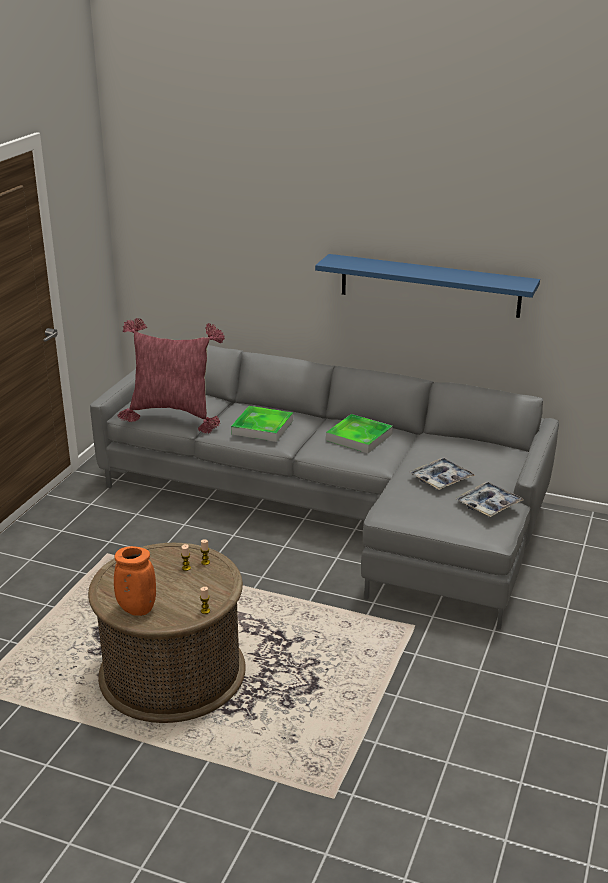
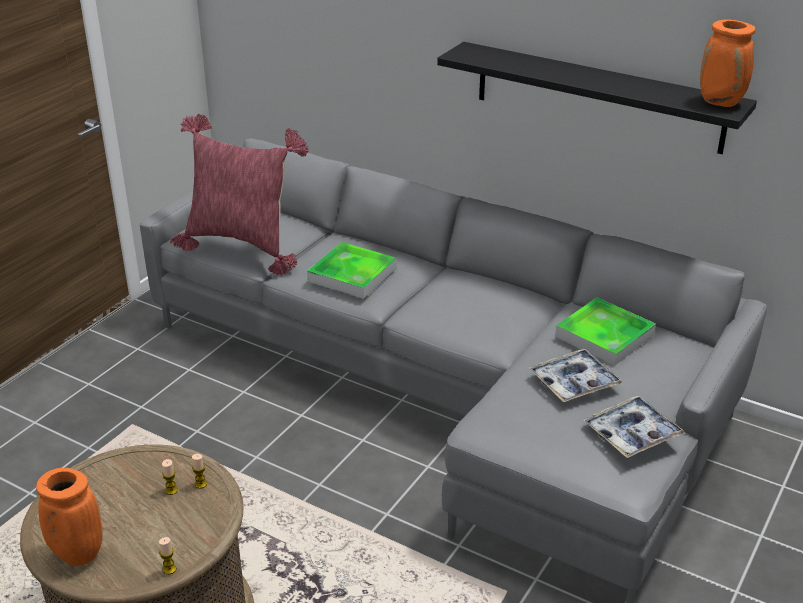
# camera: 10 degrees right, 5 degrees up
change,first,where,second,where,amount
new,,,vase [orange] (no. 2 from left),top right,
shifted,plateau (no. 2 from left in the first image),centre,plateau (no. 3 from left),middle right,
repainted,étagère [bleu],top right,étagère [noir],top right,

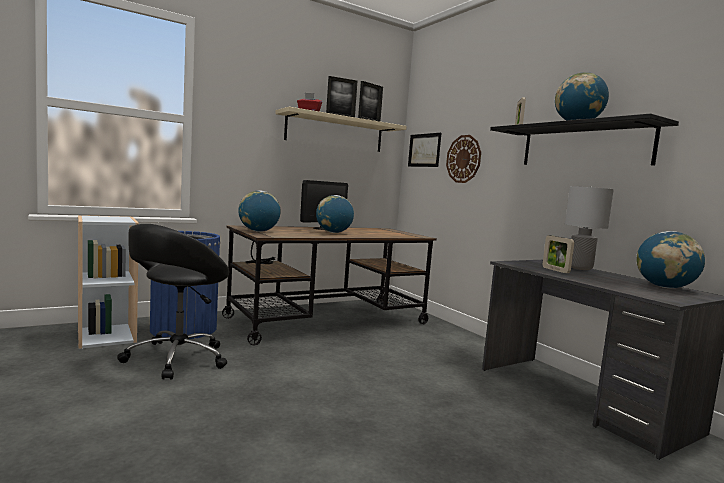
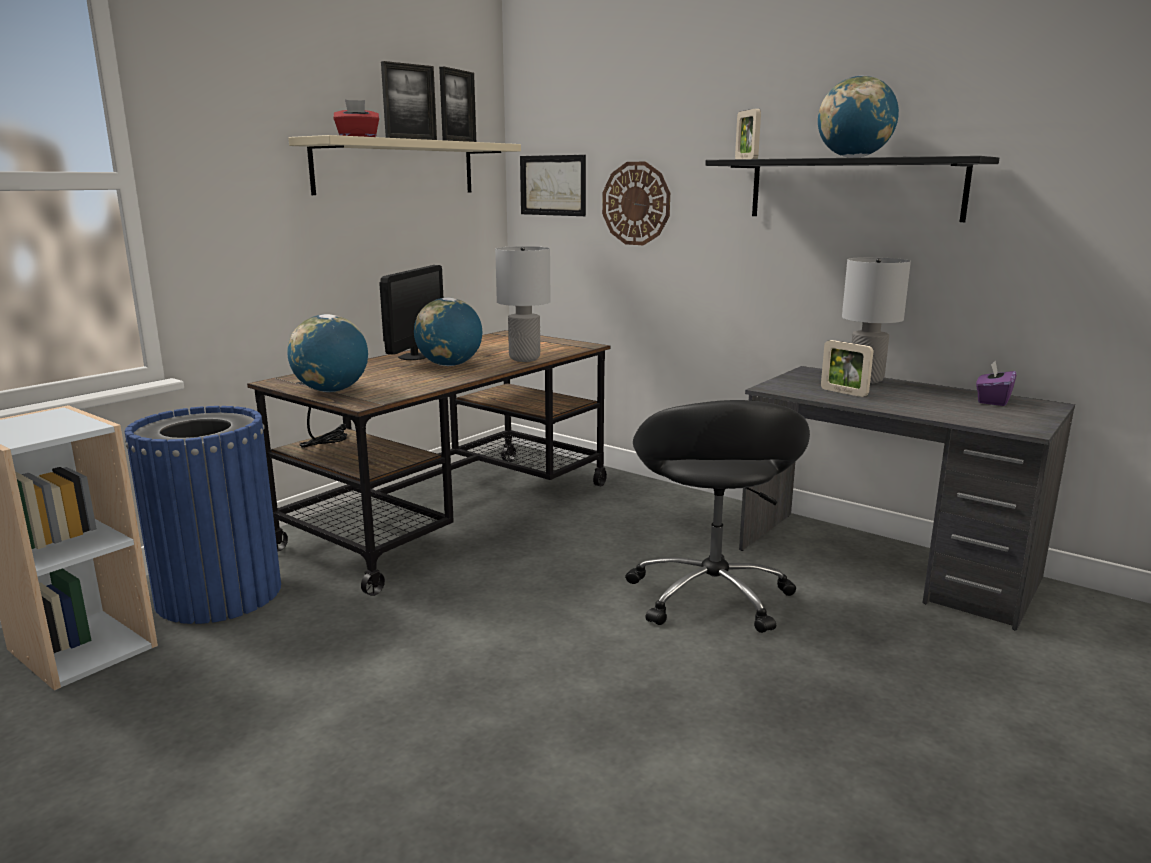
# camera: 20 degrees left, 10 degrees up
change,first,where,second,where,amount
new,,,lampe de table [gris] (no. 1 from left),centre,
shifted,chaise de bureau [noir],middle left,,centre,
swapped,globe (no. 4 from left),middle right,boîte à mouchoirs [violet],middle right,

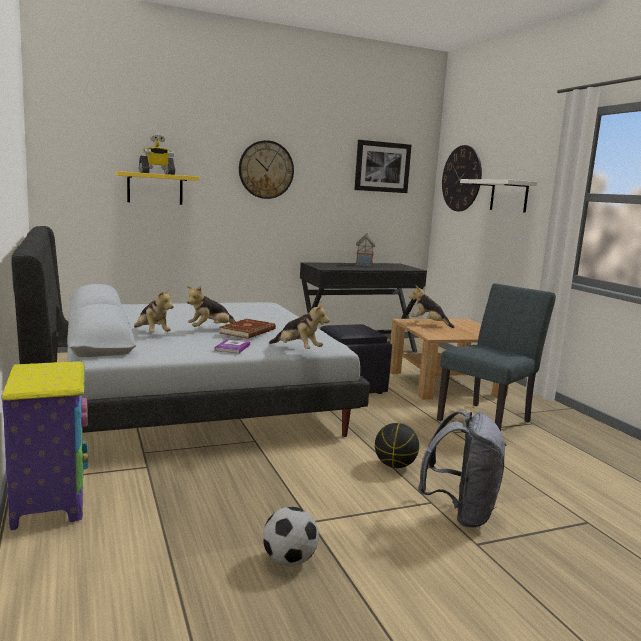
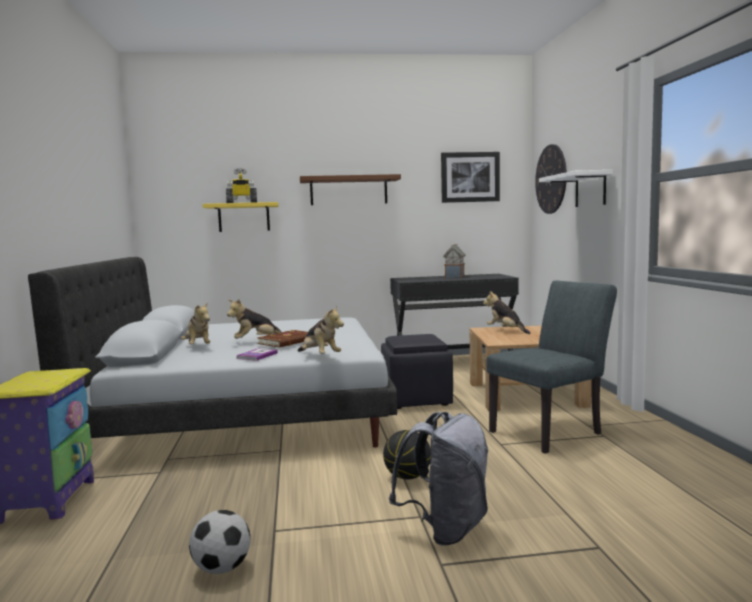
# camera: 15 degrees right, 5 degrees down
change,first,where,second,where,amount
swapped,horloge murale (no. 1 from left),top centre,étagère [marron],top centre,

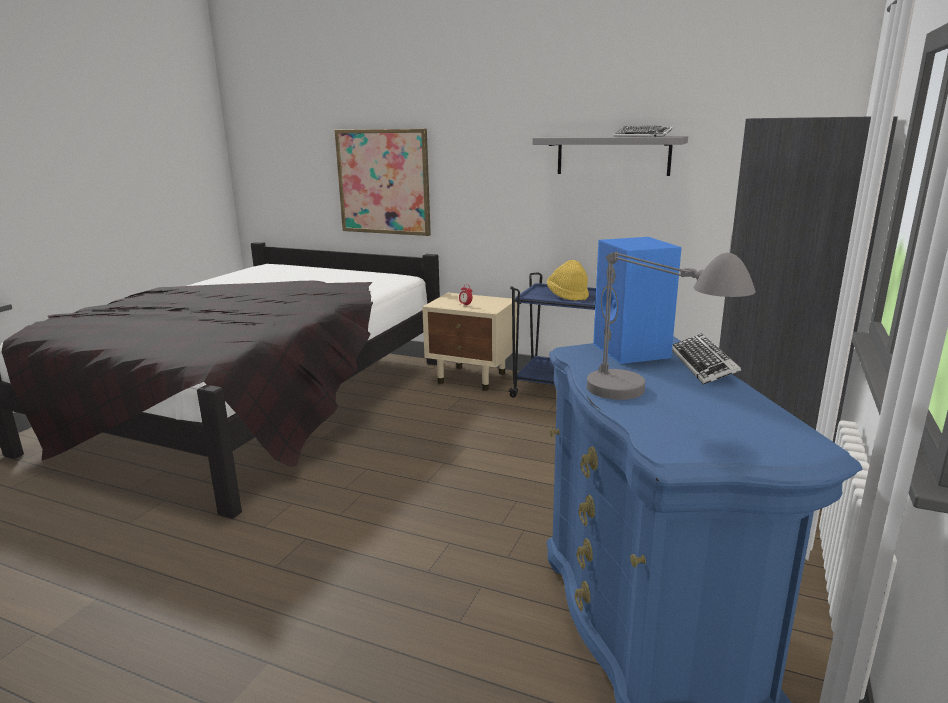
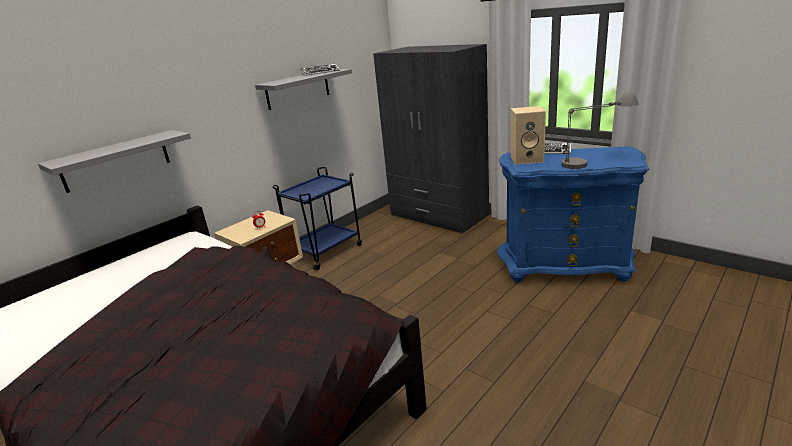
# camera: 70 degrees left, 5 degrees up
change,first,where,second,where,amount
gone,chapeau [jaune],centre,,,
swapped,tableau,top centre,étagère [gris] (no. 1 from left),middle left,
repainted,enceinte [bleu],middle right,enceinte [beige],top right,

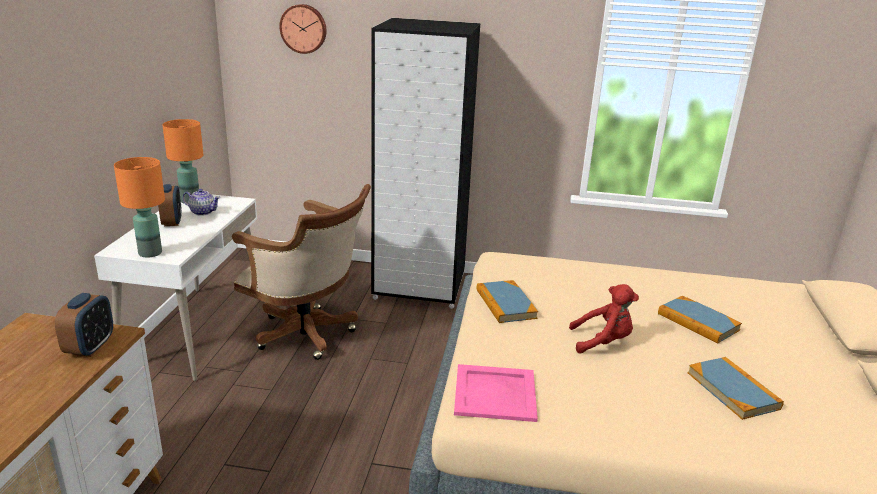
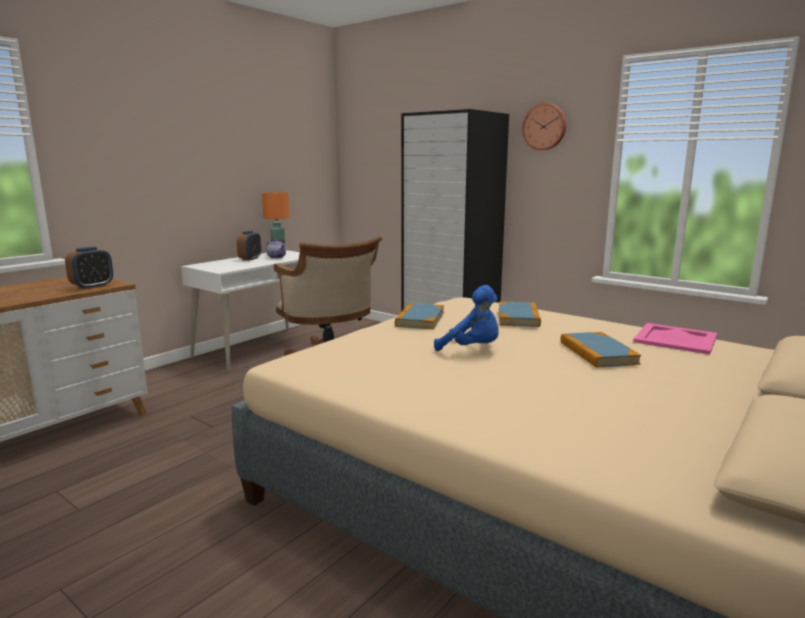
# camera: 30 degrees right, 10 degrees down
change,first,where,second,where,amount
gone,lampe de table [orange] (no. 1 from left),middle left,,,
shifted,horloge murale,top centre,,top right,
shifted,plateau [rose],bottom centre,,middle right,
shifted,livre (no. 3 from left in the first image),bottom right,livre (no. 2 from left),centre,
repainted,peluche [rouge],middle right,peluche [bleu],centre,

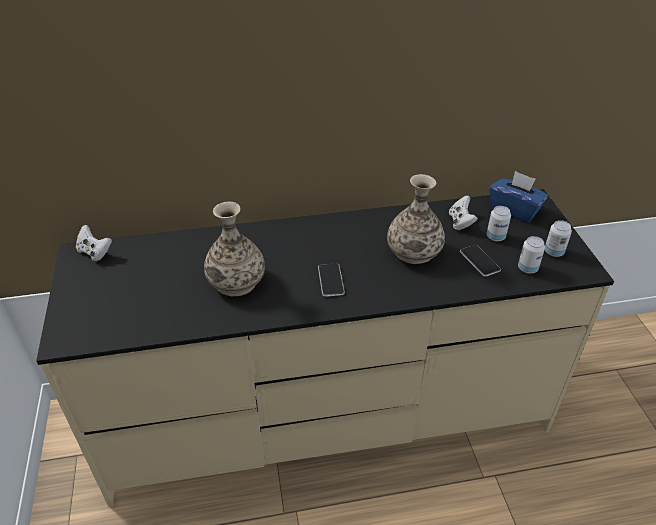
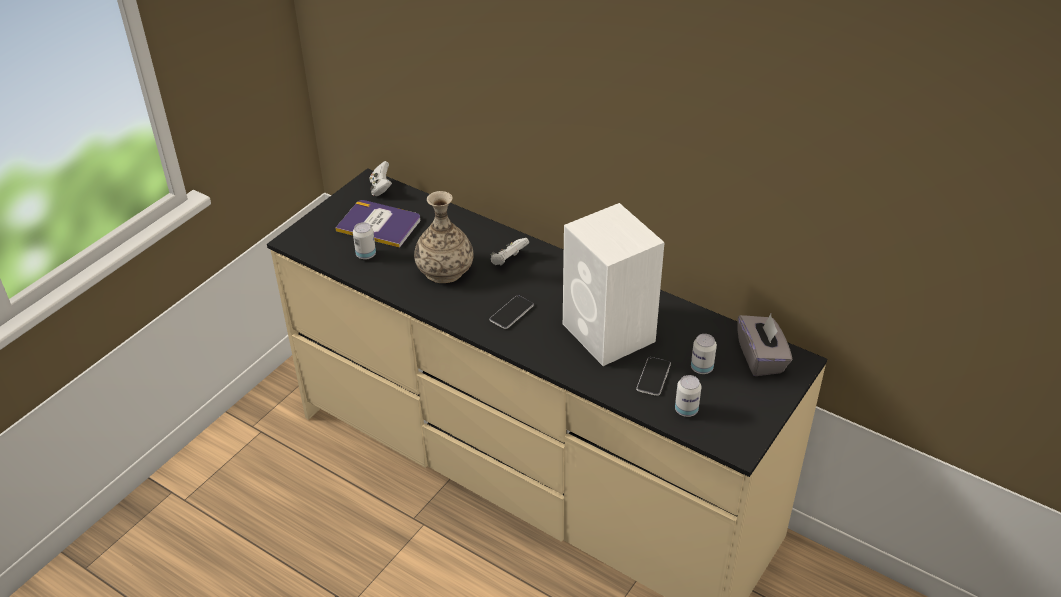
# camera: 45 degrees right, 0 degrees up
change,first,where,second,where,amount
new,,,livre,centre,
shifted,manette [blanc] (no. 2 from left),middle right,,centre,
shifted,boîte métallique (no. 3 from left in the first image),middle right,boîte métallique (no. 1 from left),centre,
swapped,vase (no. 2 from left),centre,enceinte [blanc],centre,
repainted,boîte à mouchoirs [bleu],middle right,boîte à mouchoirs [gris],middle right,

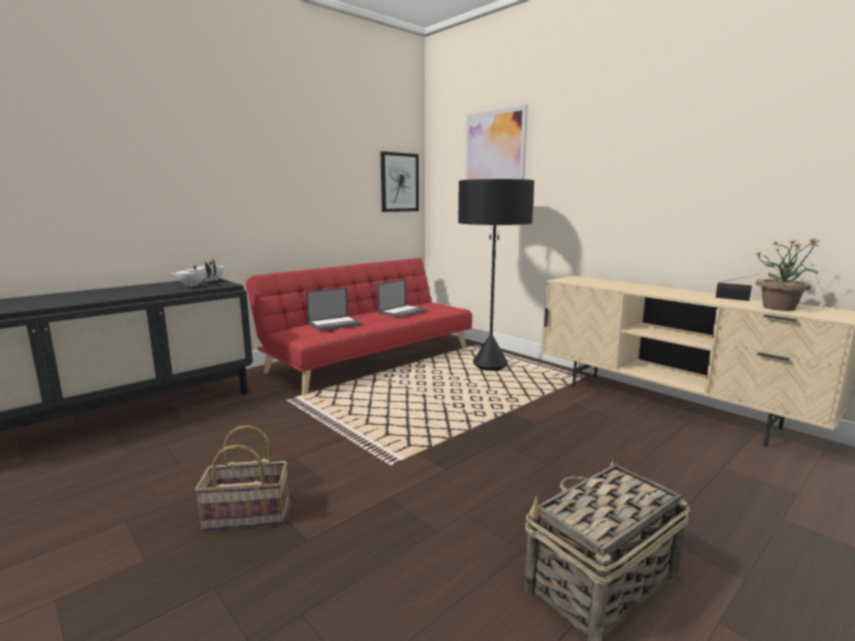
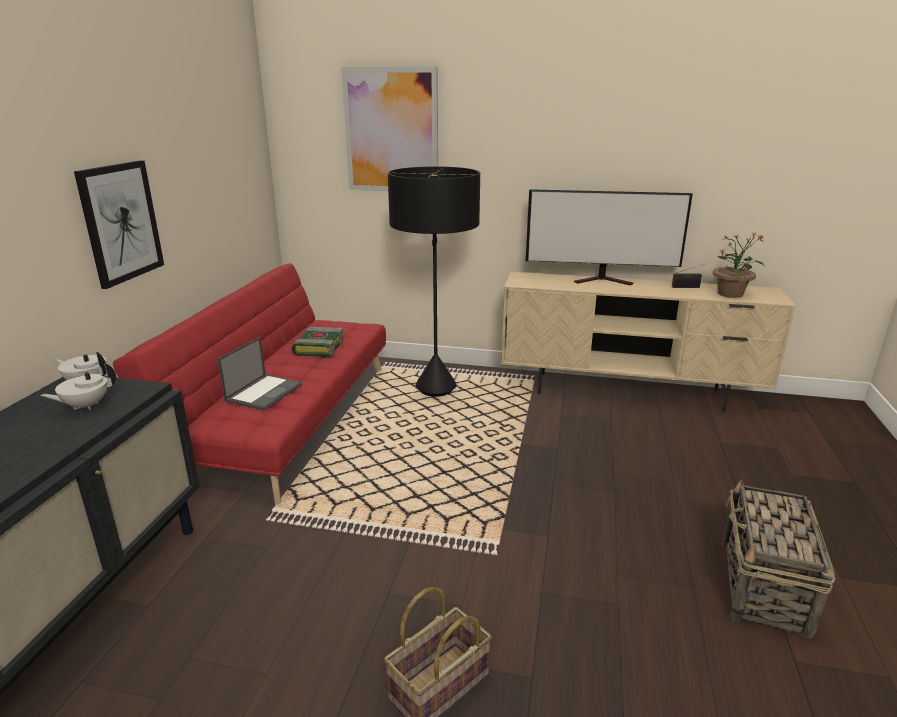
# camera: 35 degrees left, 10 degrees up
change,first,where,second,where,amount
new,,,téléviseur,top right,
shifted,tableau (no. 1 from left),top centre,,top left,
swapped,ordinateur portable (no. 2 from left),centre,livre,centre,

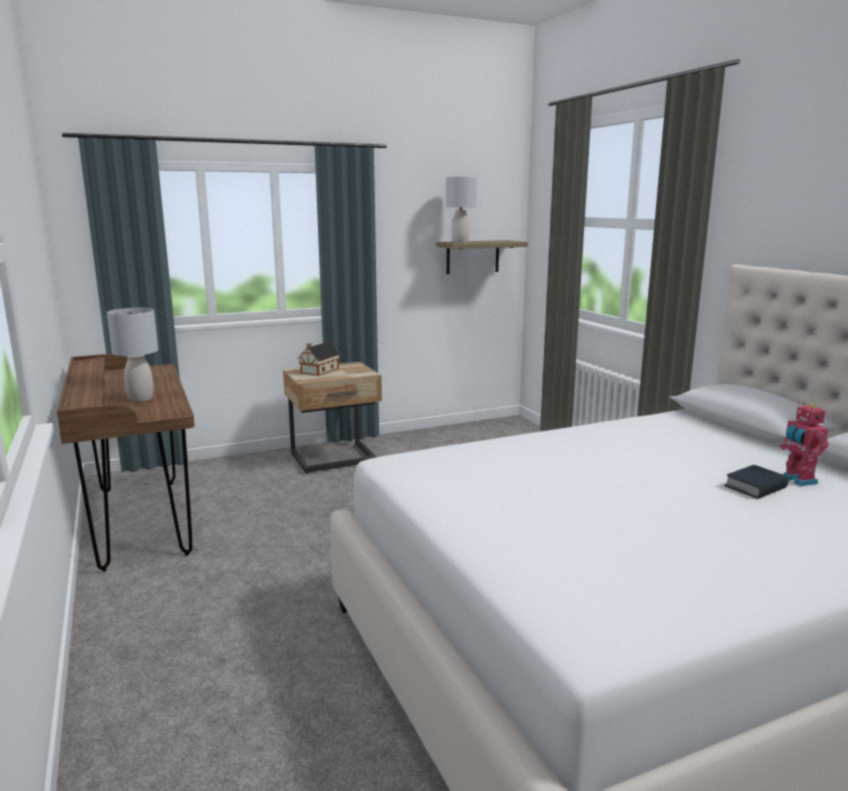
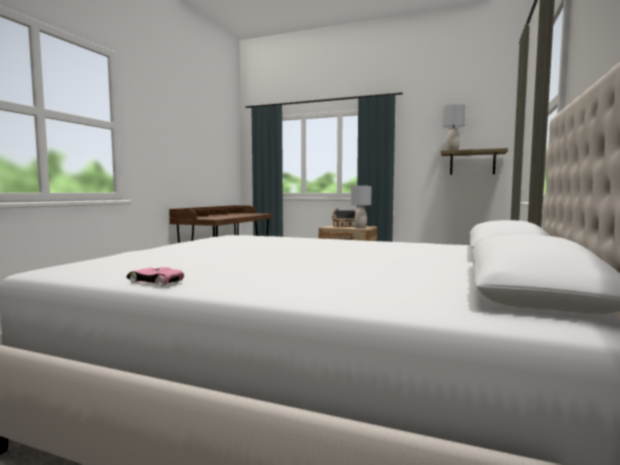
# camera: 45 degrees right, 10 degrees down
change,first,where,second,where,amount
gone,livre,middle right,,,
gone,robot jouet,middle right,,,
new,,,petite voiture [rose],middle left,
shifted,lampe de table [gris] (no. 1 from left),middle left,,centre,

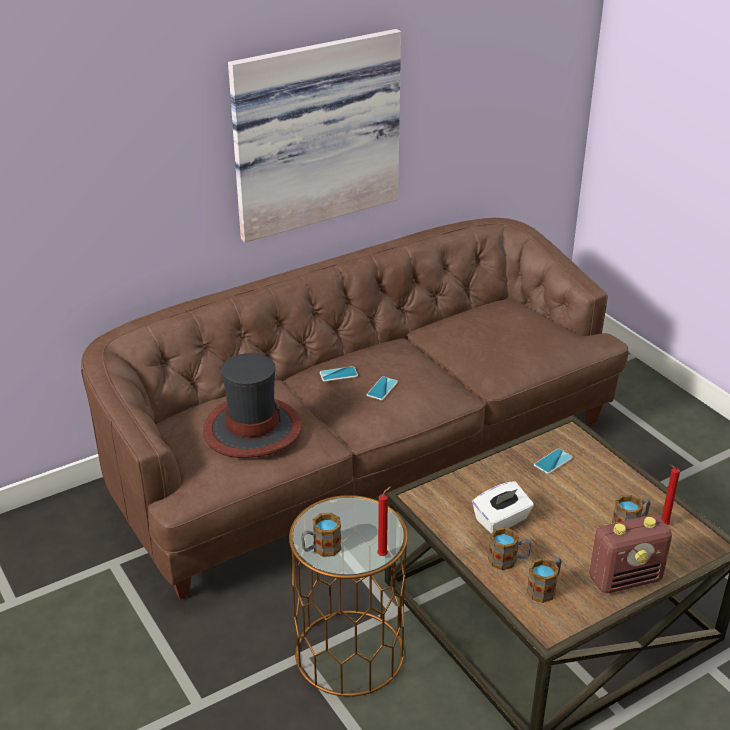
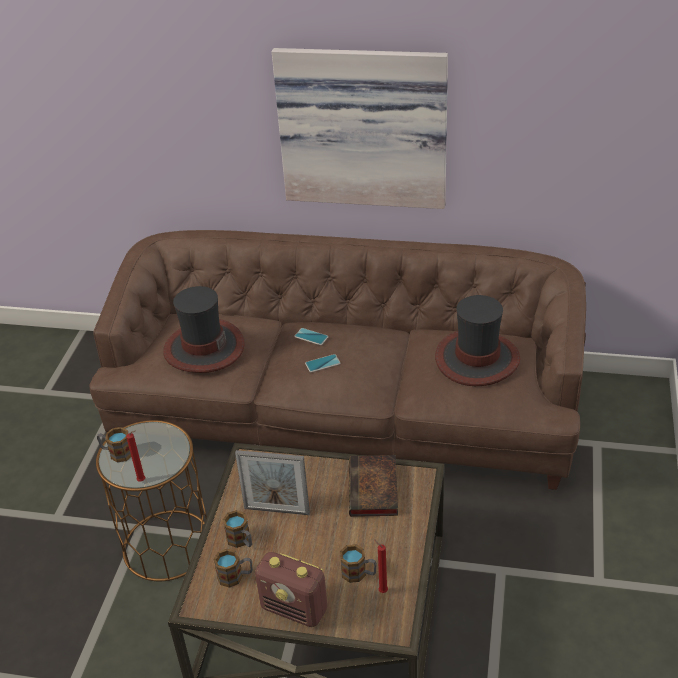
# camera: 45 degrees right, 5 degrees up
change,first,where,second,where,amount
new,,,chapeau (no. 2 from left),middle right,
swapped,boîte à mouchoirs [blanc],bottom right,cadre photo,bottom centre,
swapped,téléphone (no. 3 from left),middle right,livre,bottom centre,

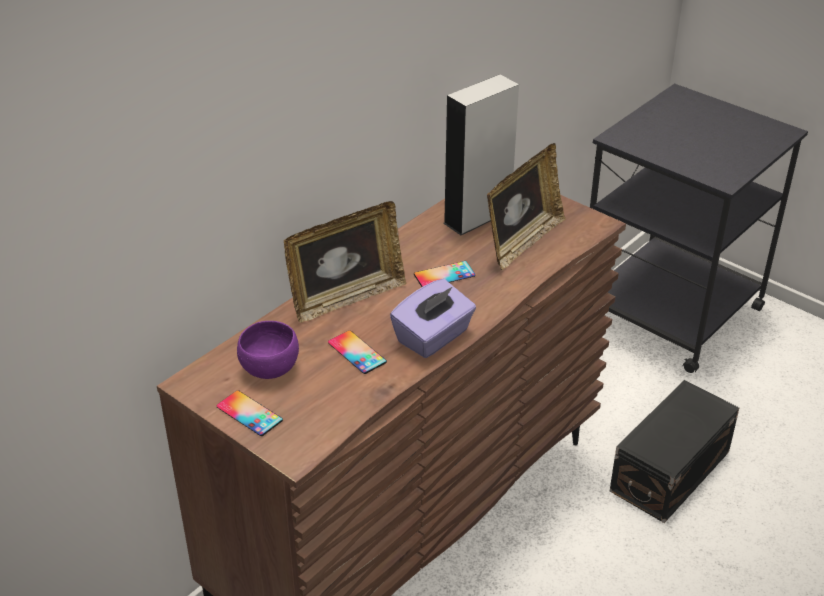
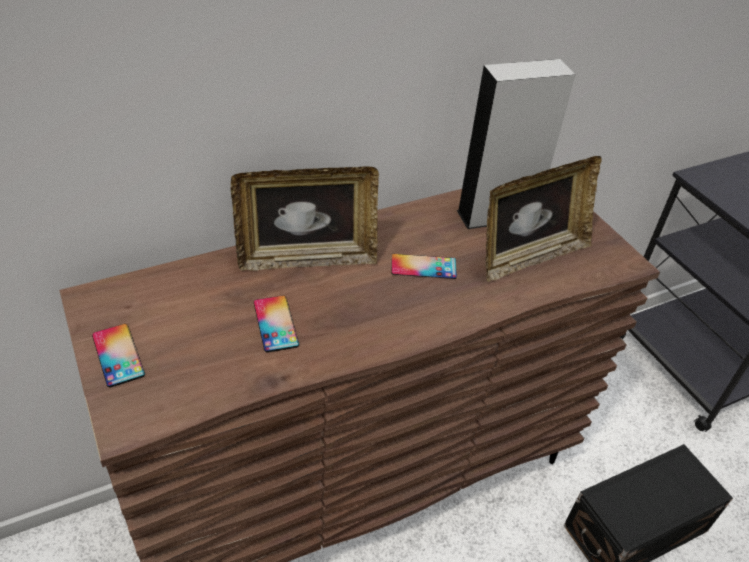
# camera: 20 degrees right, 5 degrees up
change,first,where,second,where,amount
gone,bol [violet],middle left,,,
gone,boîte à mouchoirs [violet],centre,,,

